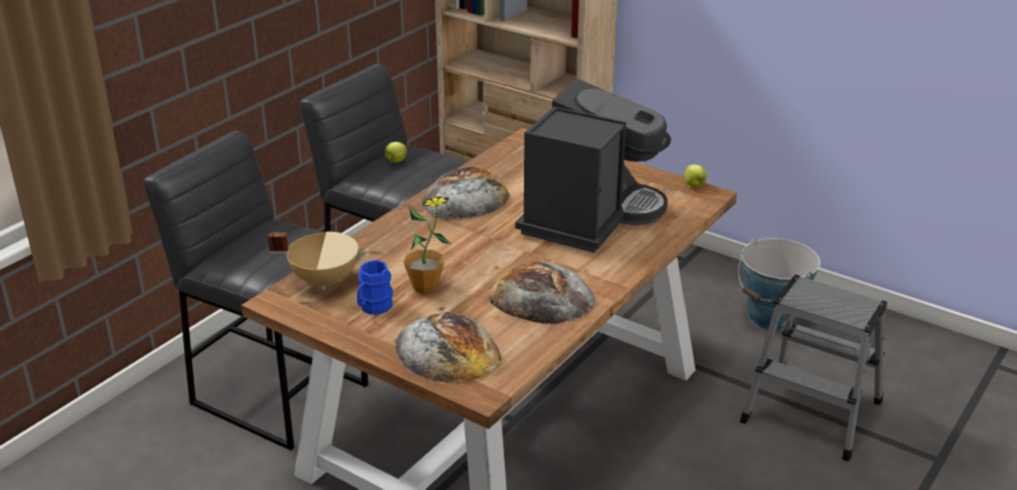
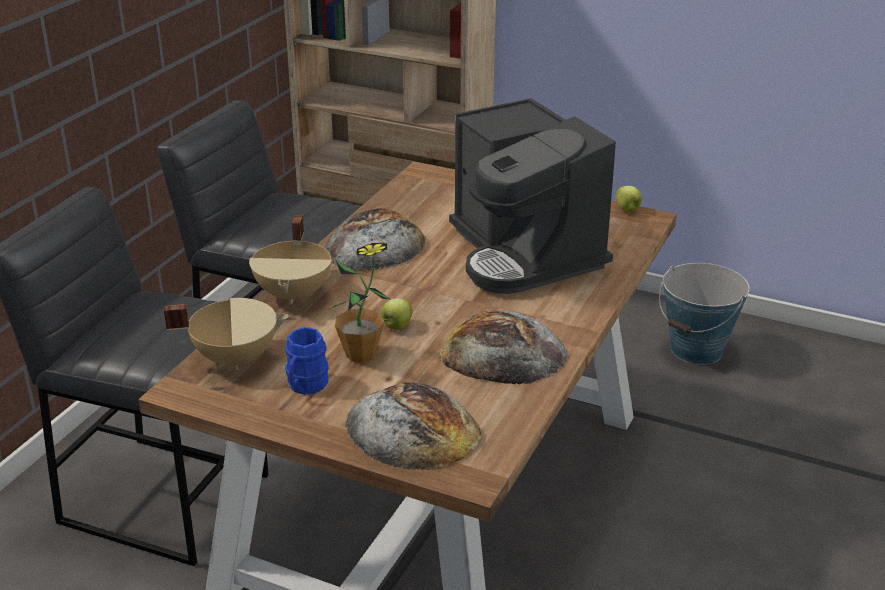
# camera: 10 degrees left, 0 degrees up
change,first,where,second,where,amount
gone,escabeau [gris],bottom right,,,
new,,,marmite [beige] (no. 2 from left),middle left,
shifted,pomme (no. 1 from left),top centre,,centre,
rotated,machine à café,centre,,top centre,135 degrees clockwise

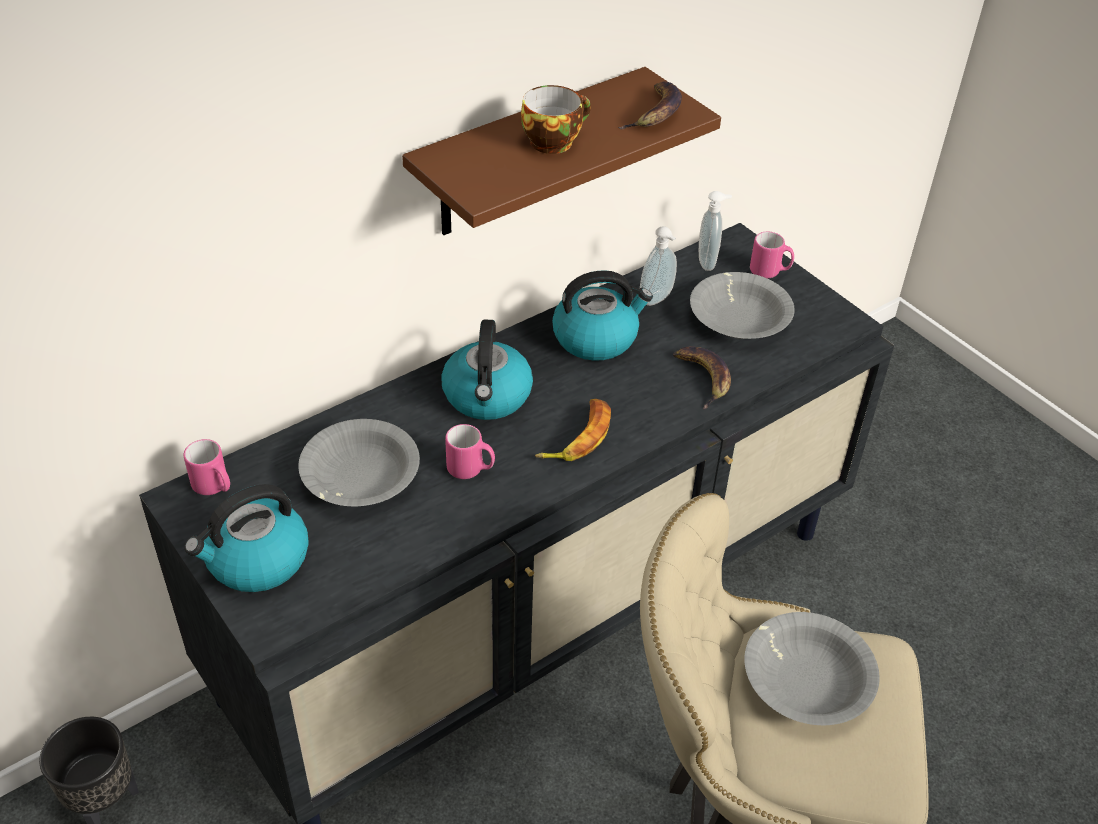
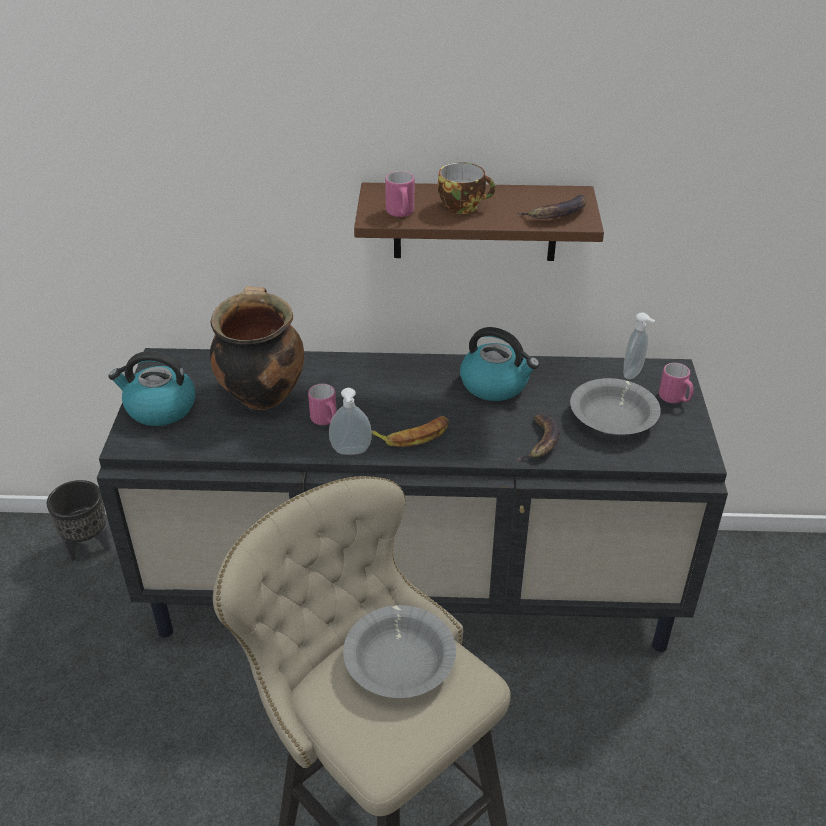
# camera: 40 degrees right, 5 degrees down
change,first,where,second,where,amount
gone,bouilloire (no. 2 from left),centre,,,
shifted,mug [rose] (no. 1 from left in the first image),middle left,mug [rose] (no. 2 from left),top centre,
shifted,distributeur de savon (no. 1 from left),top centre,,centre,
swapped,bol [gris] (no. 1 from left),middle left,marmite,middle left,

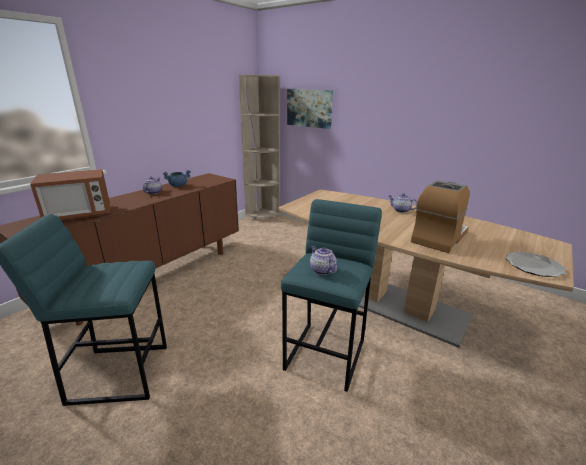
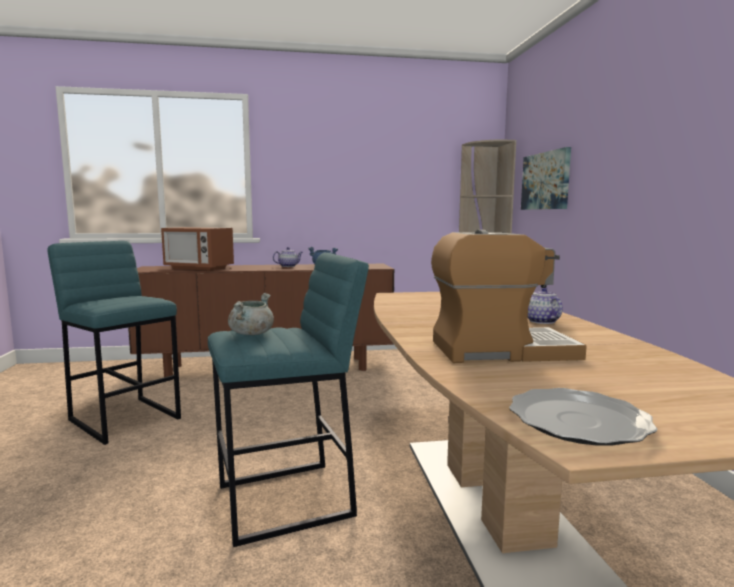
# camera: 45 degrees right, 15 degrees down
change,first,where,second,where,amount
swapped,théière (no. 2 from left),centre,marmite [gris],centre,

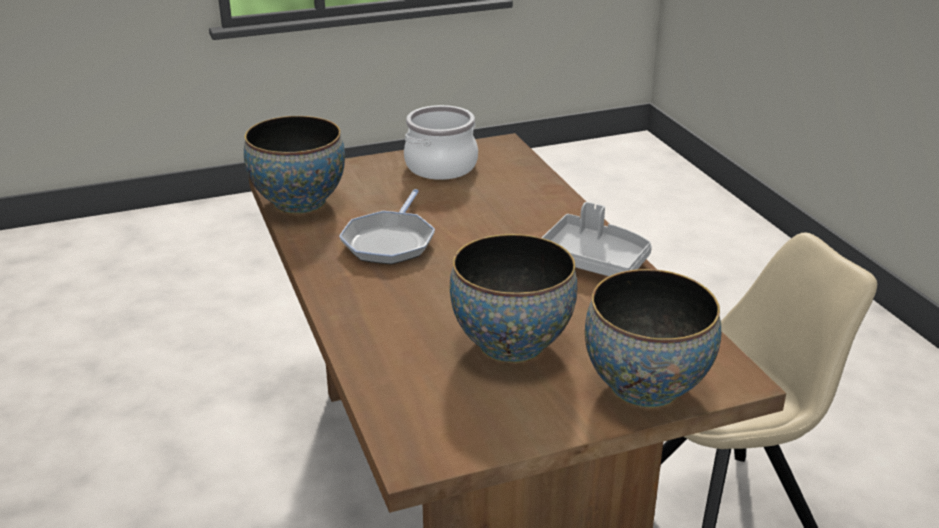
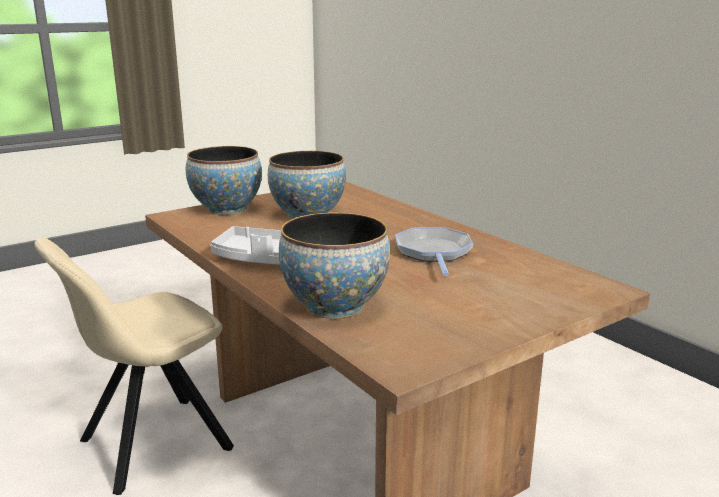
# camera: 165 degrees right, 10 degrees down
change,first,where,second,where,amount
gone,marmite,top centre,,,
shifted,bol (no. 1 from left in the first image),top left,bol (no. 3 from left),centre,

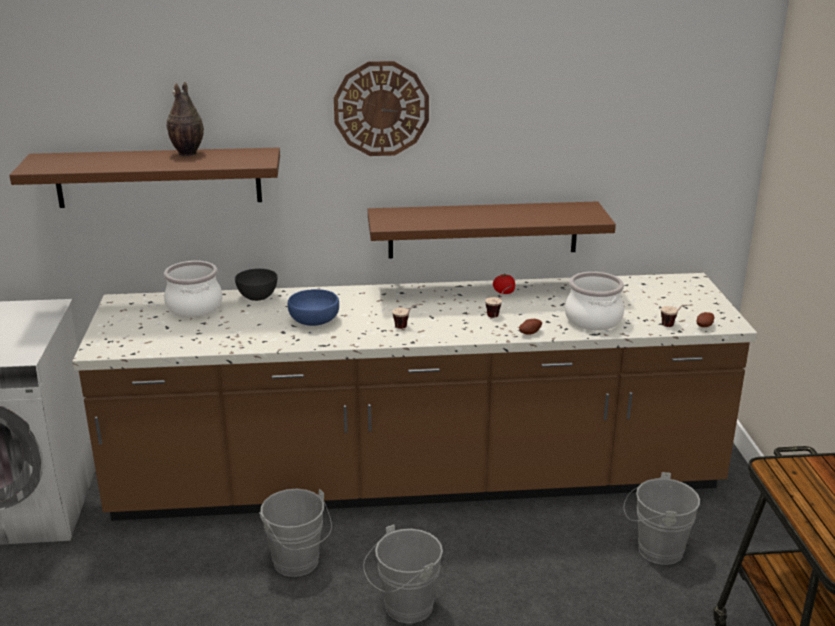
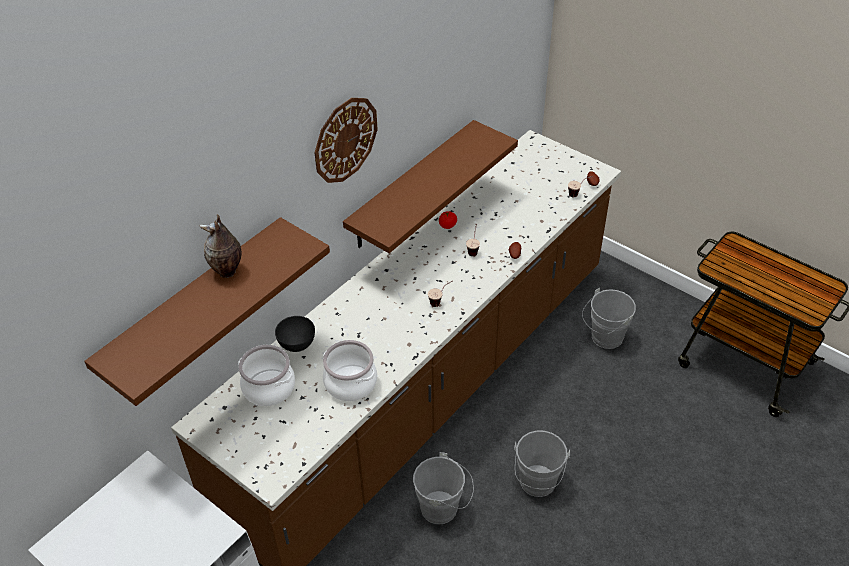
# camera: 45 degrees left, 20 degrees up
change,first,where,second,where,amount
gone,bol [bleu],centre,,,
shifted,marmite (no. 2 from left),middle right,,centre,

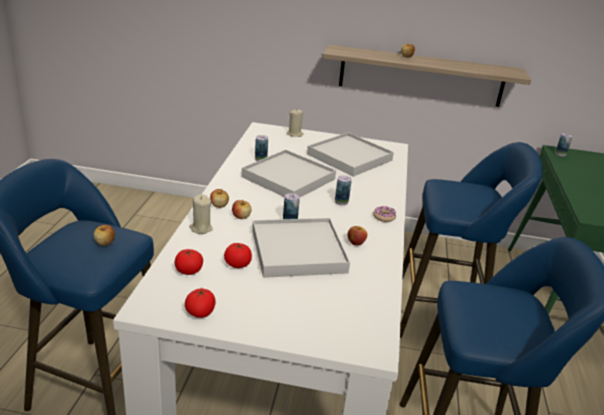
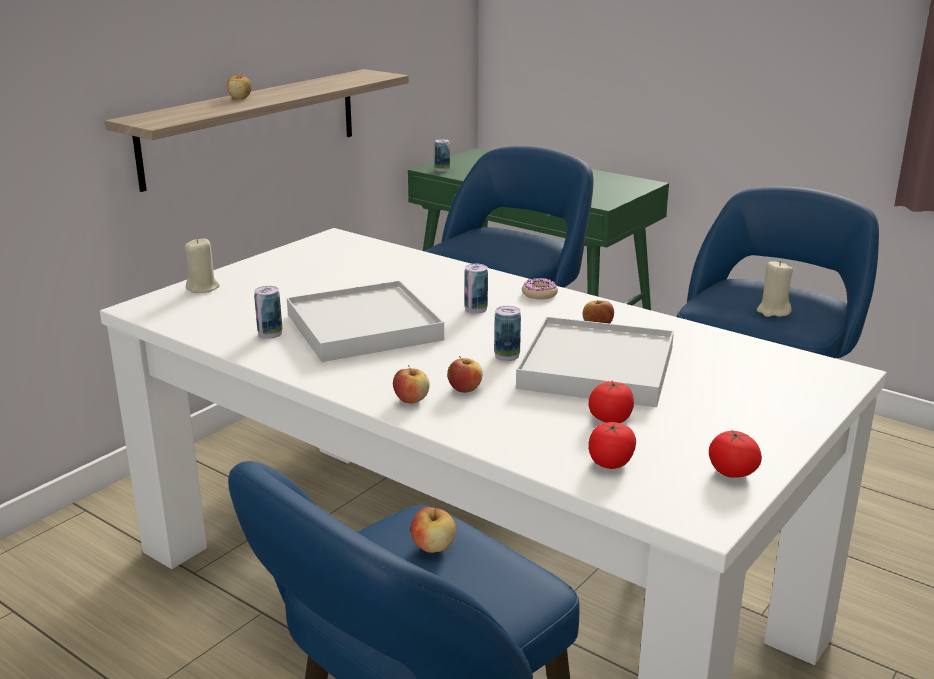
# camera: 60 degrees left, 5 degrees down
change,first,where,second,where,amount
gone,plateau [blanc] (no. 3 from left),centre,,,
shifted,bougie [beige] (no. 1 from left in the first image),middle left,bougie [beige] (no. 2 from left),middle right,

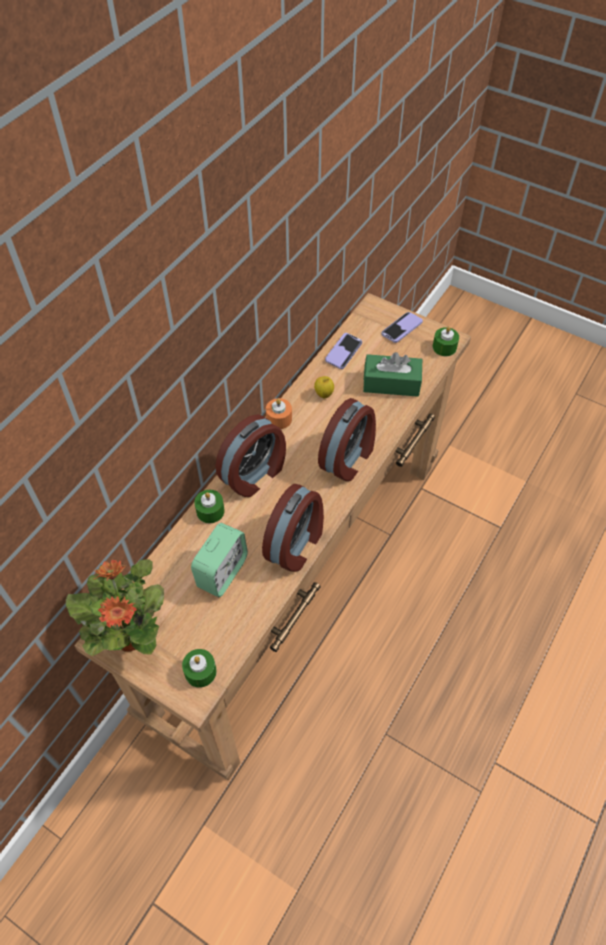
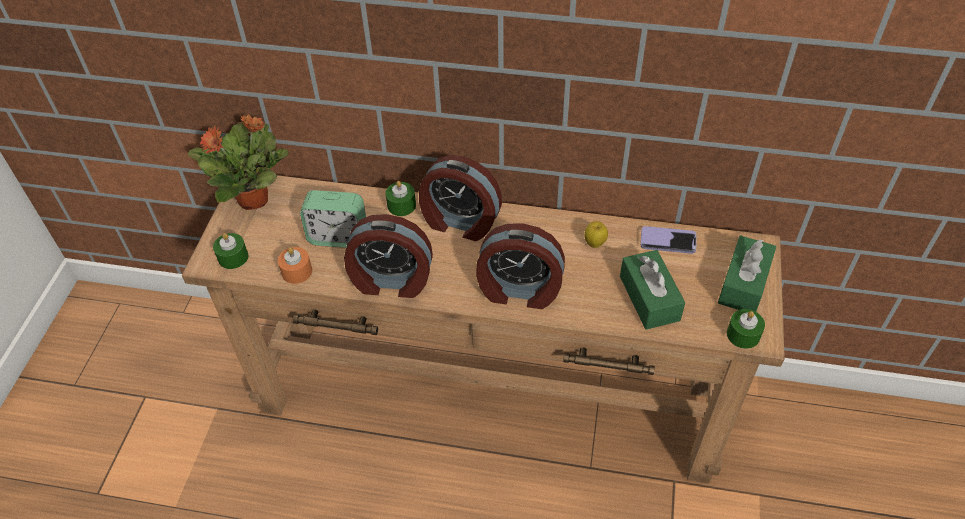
# camera: 70 degrees right, 5 degrees down
change,first,where,second,where,amount
shifted,bougie [orange],centre,,middle left,
swapped,téléphone (no. 2 from left),centre,boîte à mouchoirs [vert] (no. 2 from left),middle right,

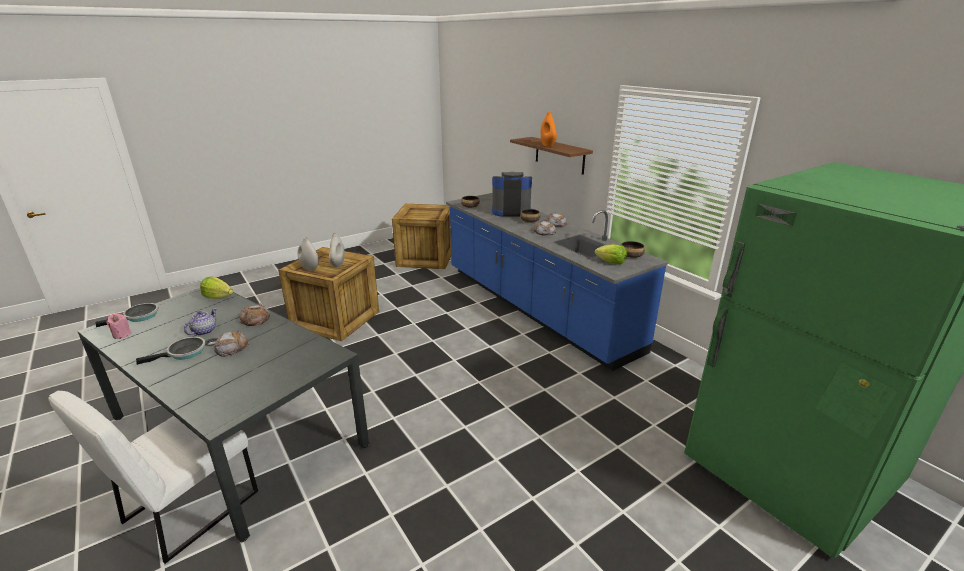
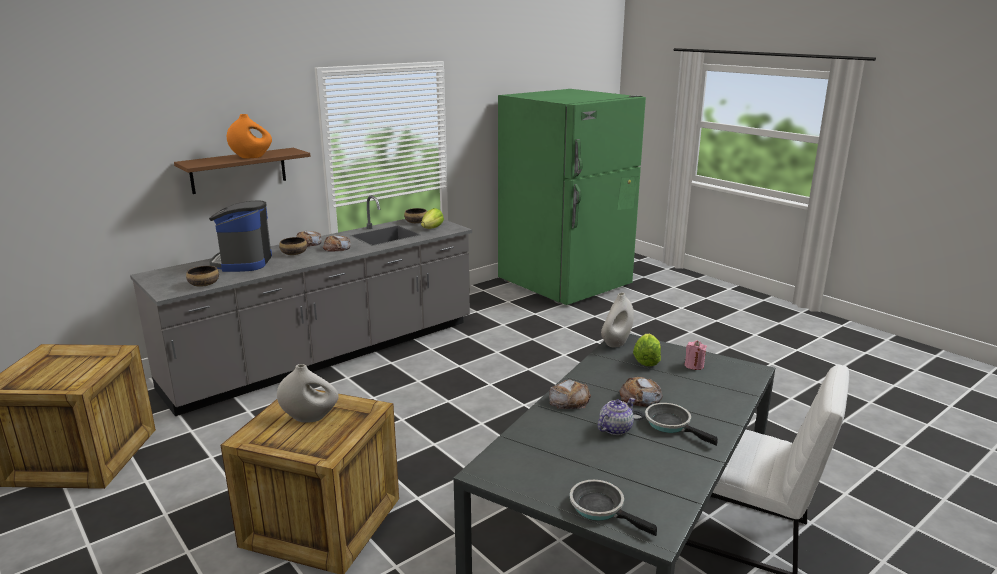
# camera: 95 degrees left, 5 degrees down
change,first,where,second,where,amount
shifted,bougie [rose],middle left,,middle right,
shifted,laitue (no. 1 from left in the first image),middle left,laitue (no. 2 from left),centre,
shifted,vase [blanc] (no. 1 from left in the first image),middle left,vase [blanc] (no. 2 from left),centre,
repainted,comptoir de cuisine [bleu],centre,comptoir de cuisine [gris],middle left,
rotated,théière,middle left,,bottom centre,120 degrees clockwise

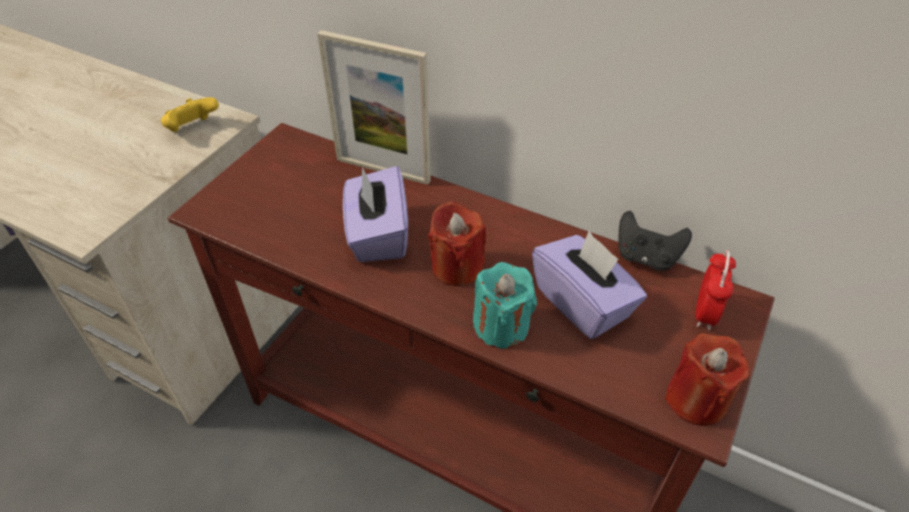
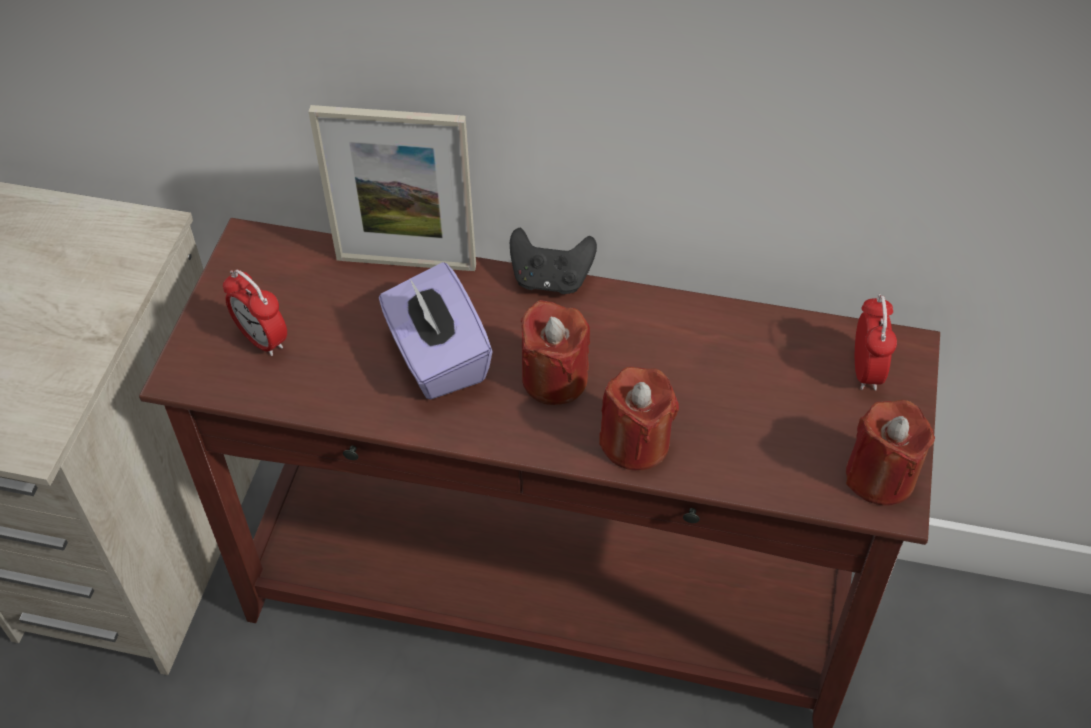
# camera: 15 degrees left, 5 degrees up
change,first,where,second,where,amount
gone,manette [jaune],top left,,,
gone,boîte à mouchoirs [violet] (no. 2 from left),centre,,,
new,,,réveil (no. 1 from left),middle left,
shifted,manette [noir],middle right,,centre,
repainted,bougie [turquoise],centre,bougie [rouge] (no. 2 from left),centre,

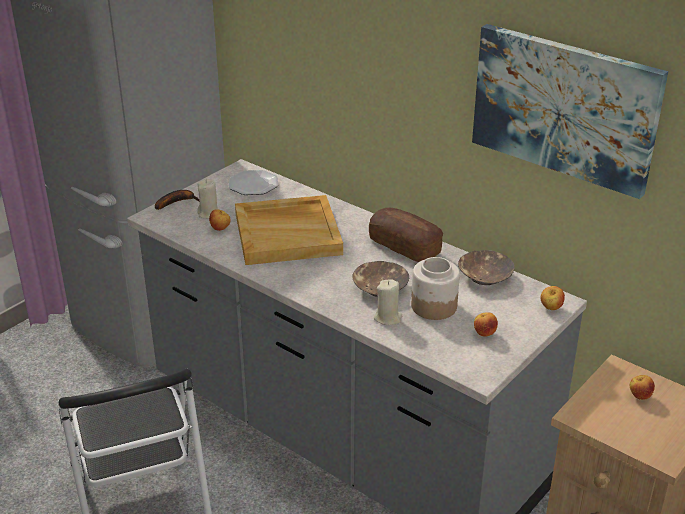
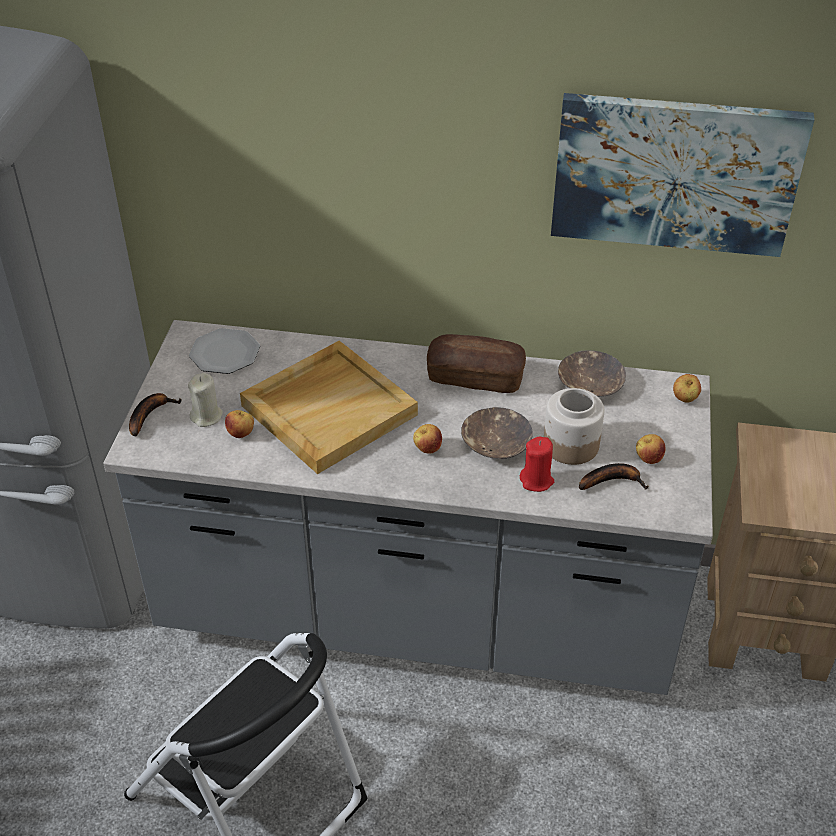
# camera: 30 degrees left, 10 degrees up
change,first,where,second,where,amount
new,,,banane (no. 2 from left),middle right,
shifted,pomme (no. 4 from left in the first image),bottom right,pomme (no. 2 from left),centre,
repainted,bougie [beige] (no. 2 from left),centre,bougie [rouge],centre,

